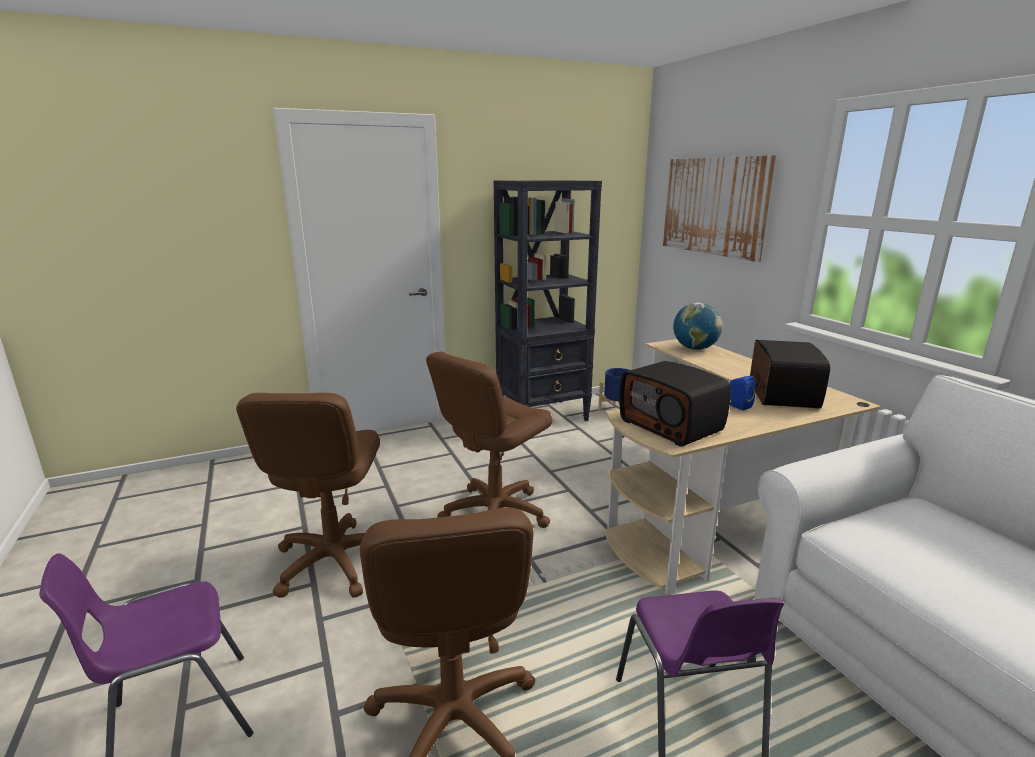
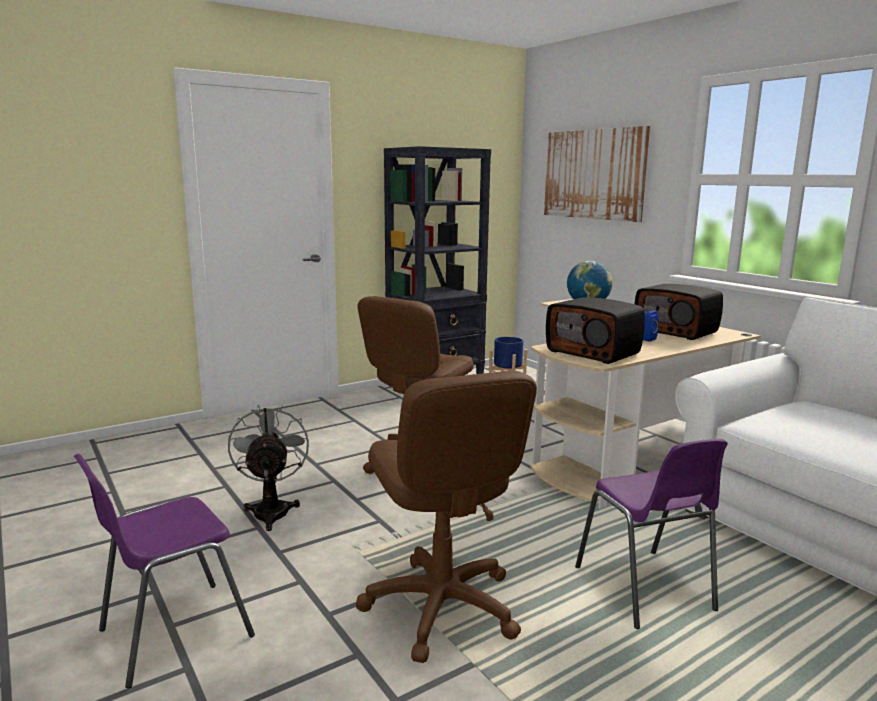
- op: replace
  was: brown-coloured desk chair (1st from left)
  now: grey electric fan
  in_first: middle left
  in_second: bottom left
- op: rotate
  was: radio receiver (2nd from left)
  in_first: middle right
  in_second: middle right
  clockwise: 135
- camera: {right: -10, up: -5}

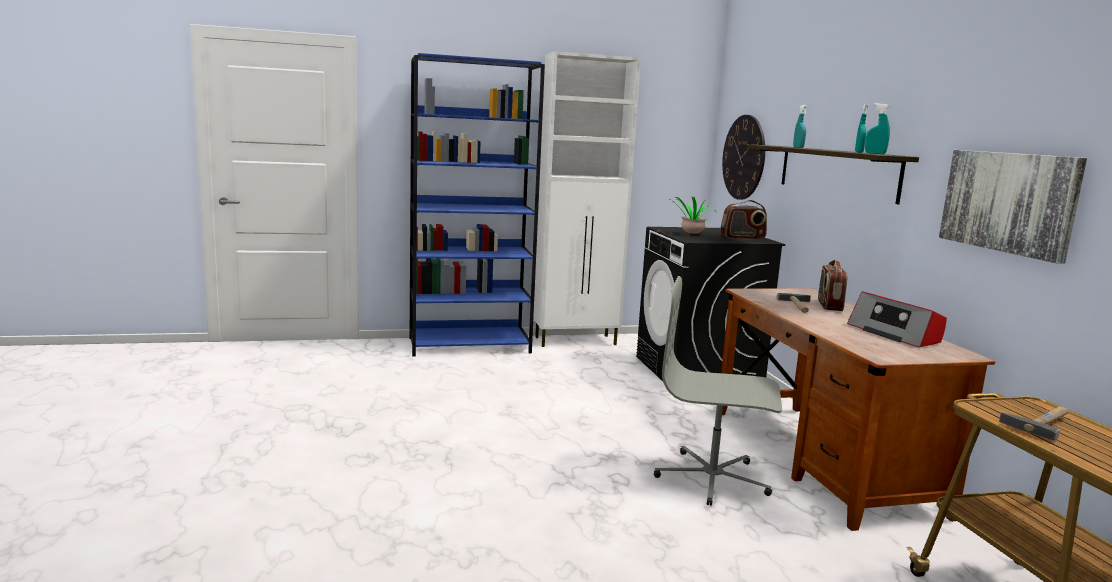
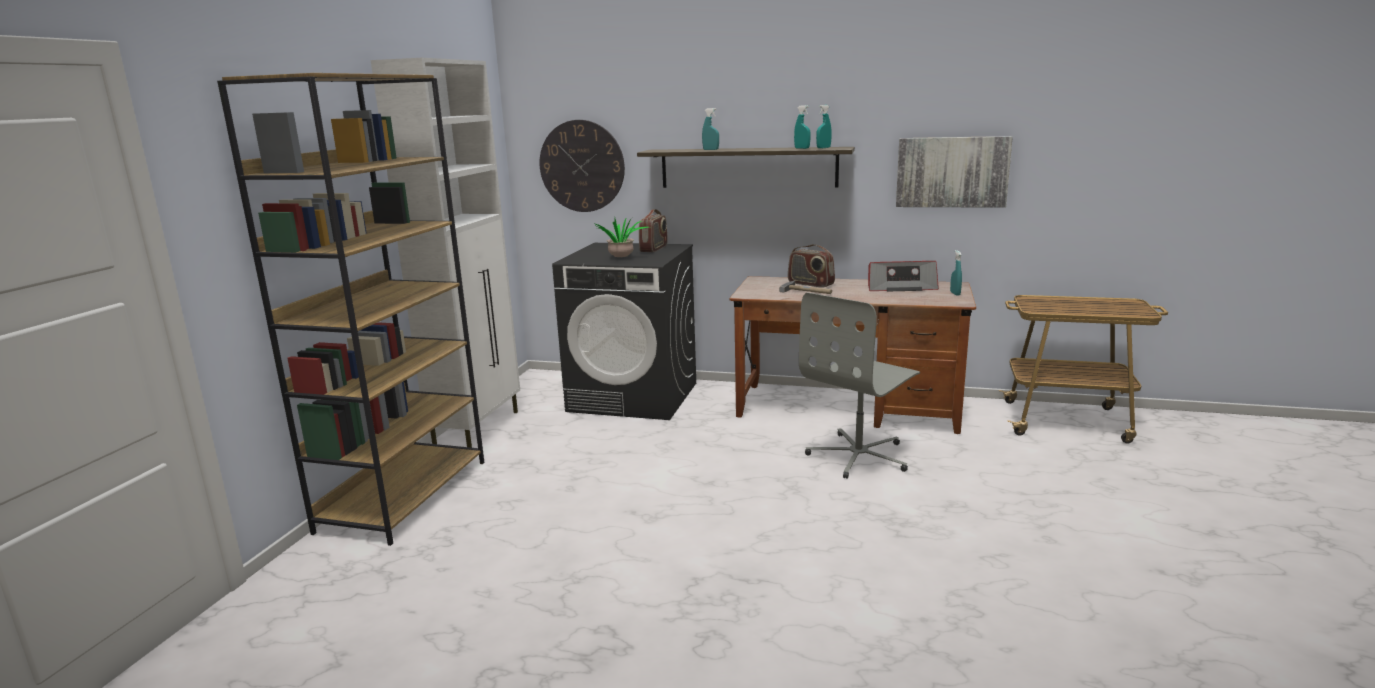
- op: recolor
  was: blue-coloured bookshelf
  now: brown-coloured bookshelf
  in_first: centre
  in_second: middle left
- op: insert
  now: turquoise spray bottle (4th from left)
  in_second: middle right
- op: delete
  was: tool hammer (2nd from left)
  in_first: bottom right
- camera: {right: -60, up: 5}

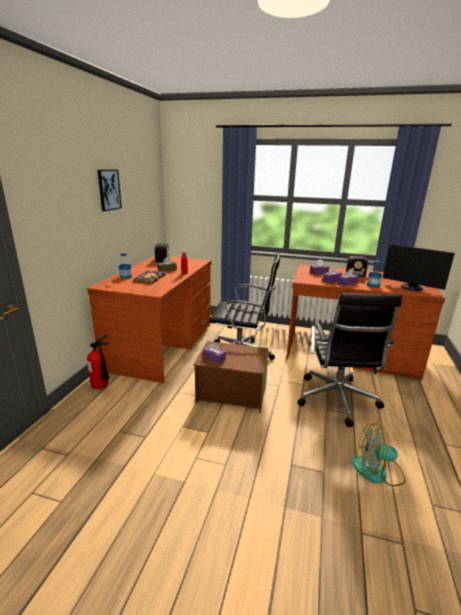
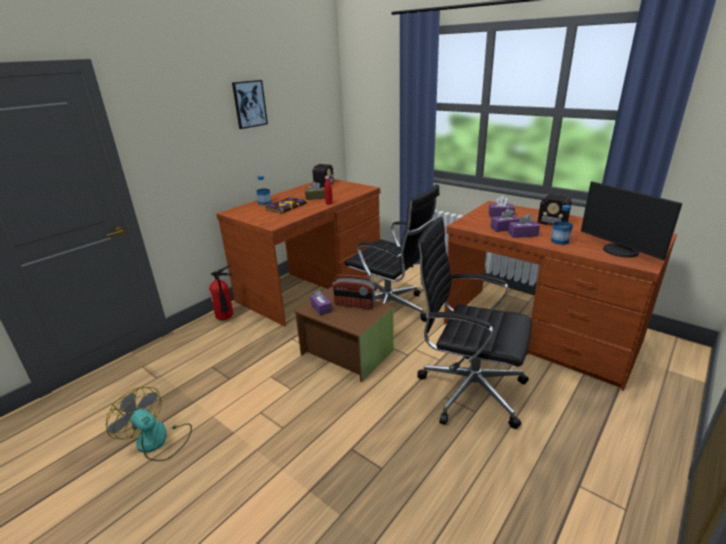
- op: move
  was: electric fan
  in_first: bottom right
  in_second: bottom left
- op: insert
  now: radio receiver (2nd from left)
  in_second: centre
- op: rotate
  was: black-coloured desk chair (2nd from left)
  in_first: middle right
  in_second: centre
  clockwise: 90
- camera: {right: 25, up: 5}

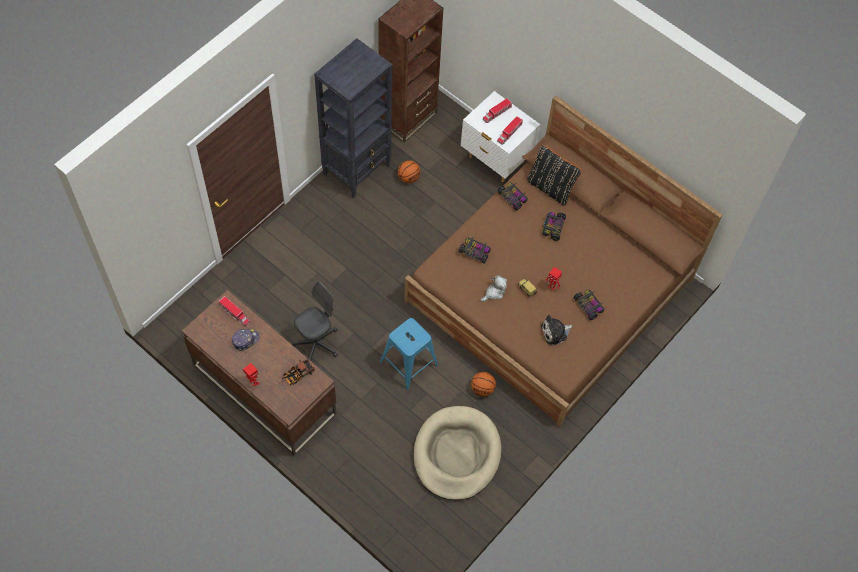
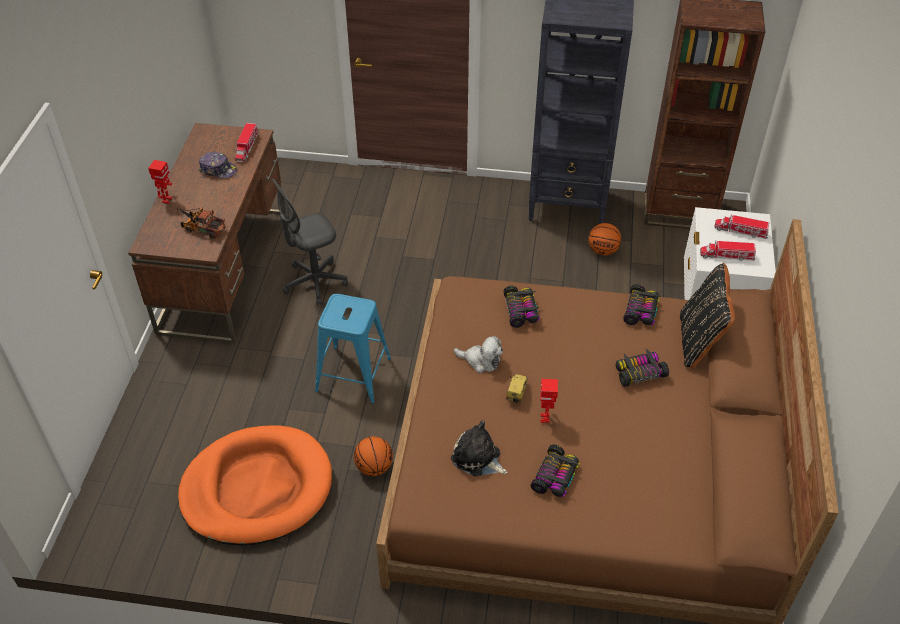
- op: recolor
  was: sand-coloured dog cushion
  now: orange dog cushion
  in_first: bottom centre
  in_second: bottom left
- op: rotate
  was: grey desk chair
  in_first: centre
  in_second: centre
  clockwise: 135
- camera: {right: 60, up: -15}

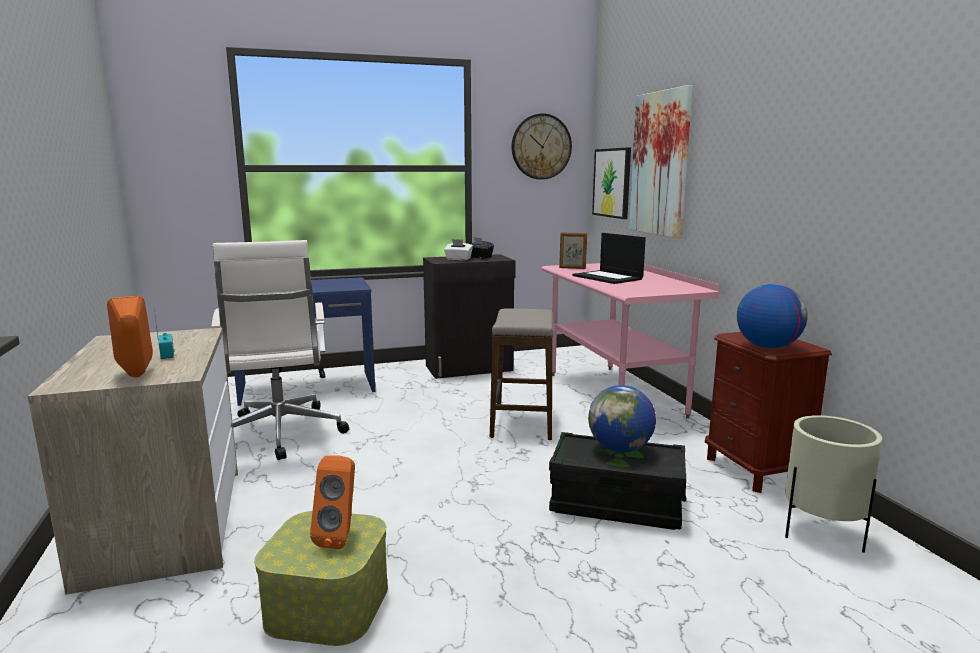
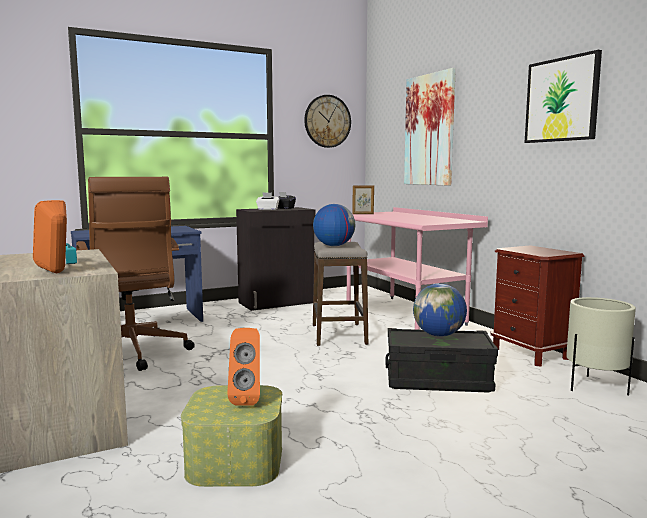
- op: recolor
  was: whitish desk chair
  now: brown-coloured desk chair
  in_first: middle left
  in_second: middle left
- op: move
  was: desk globe (2nd from left in the first image)
  now: desk globe (1st from left)
  in_first: middle right
  in_second: centre
- op: move
  was: picture (1st from left in the first image)
  now: picture (2nd from left)
  in_first: top centre
  in_second: top right
- op: delete
  was: laptop
  in_first: centre
- camera: {right: -10, up: -5}

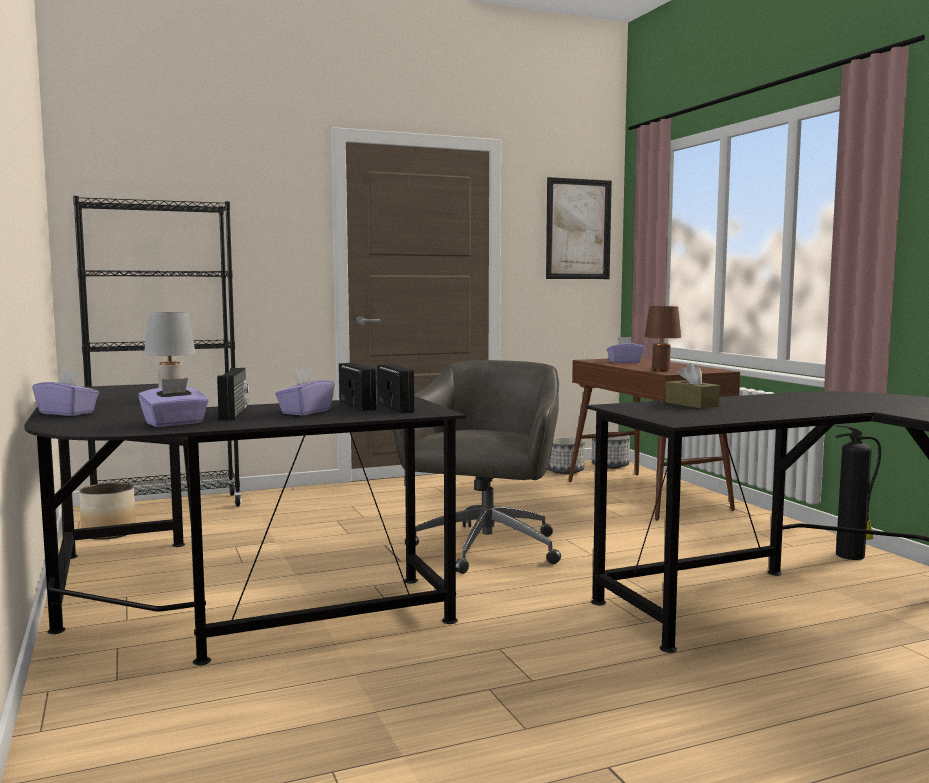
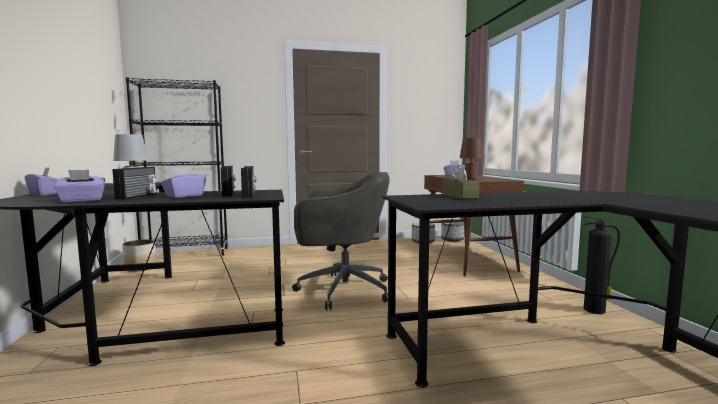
- op: rotate
  was: grey desk chair
  in_first: centre
  in_second: centre
  clockwise: 60
- op: delete
  was: picture
  in_first: top centre
- camera: {right: 10, up: 0}

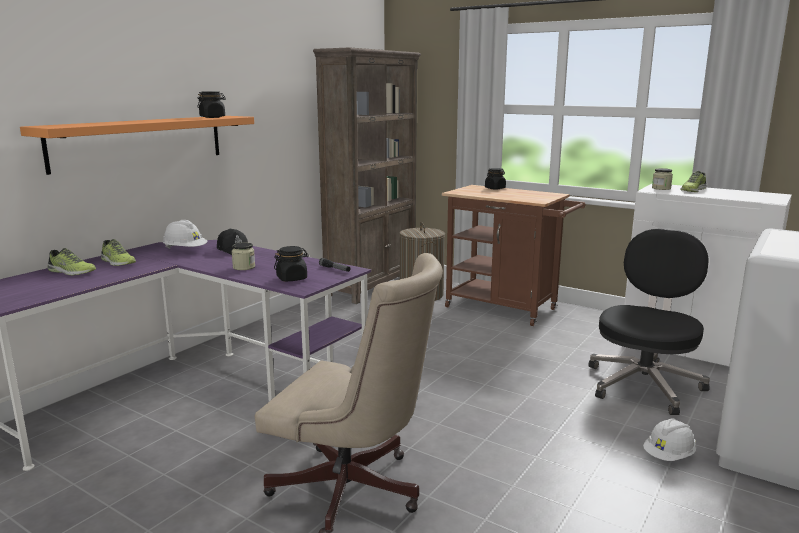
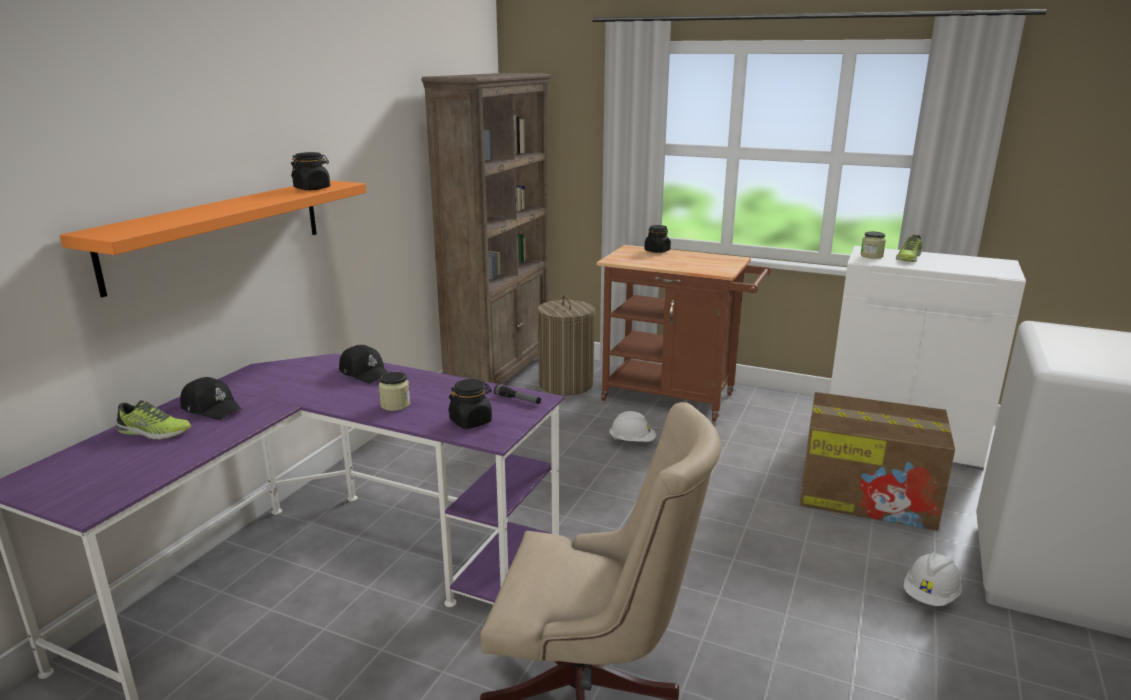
- op: replace
  was: shoe (2nd from left)
  now: black-coloured cap (1st from left)
  in_first: middle left
  in_second: middle left
- op: move
  was: whitish hard hat (1st from left)
  in_first: middle left
  in_second: centre
- op: replace
  was: black-coloured desk chair
  now: cardboard box
  in_first: middle right
  in_second: middle right
- camera: {right: -10, up: 5}

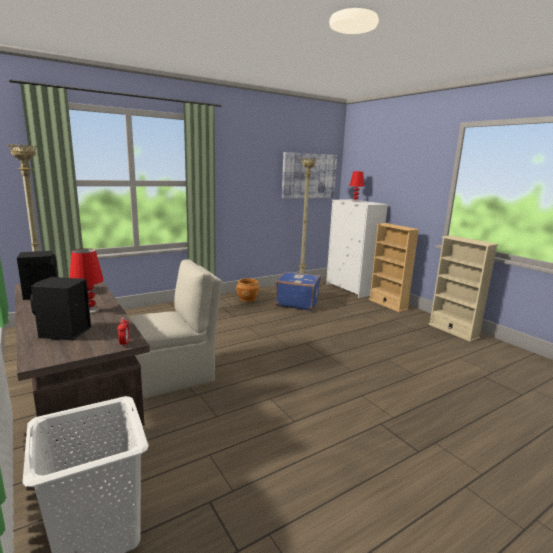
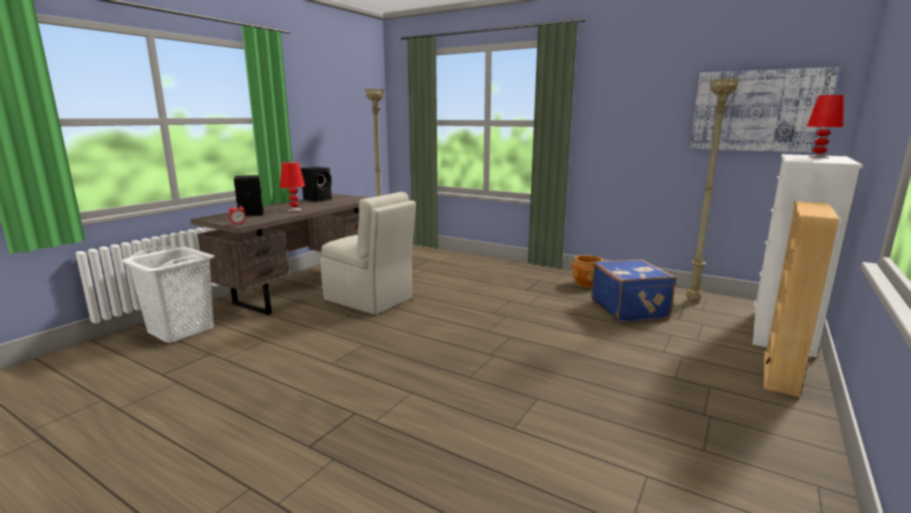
- op: delete
  was: sand-coloured bookshelf (2nd from left)
  in_first: middle right
- camera: {right: 65, up: 0}

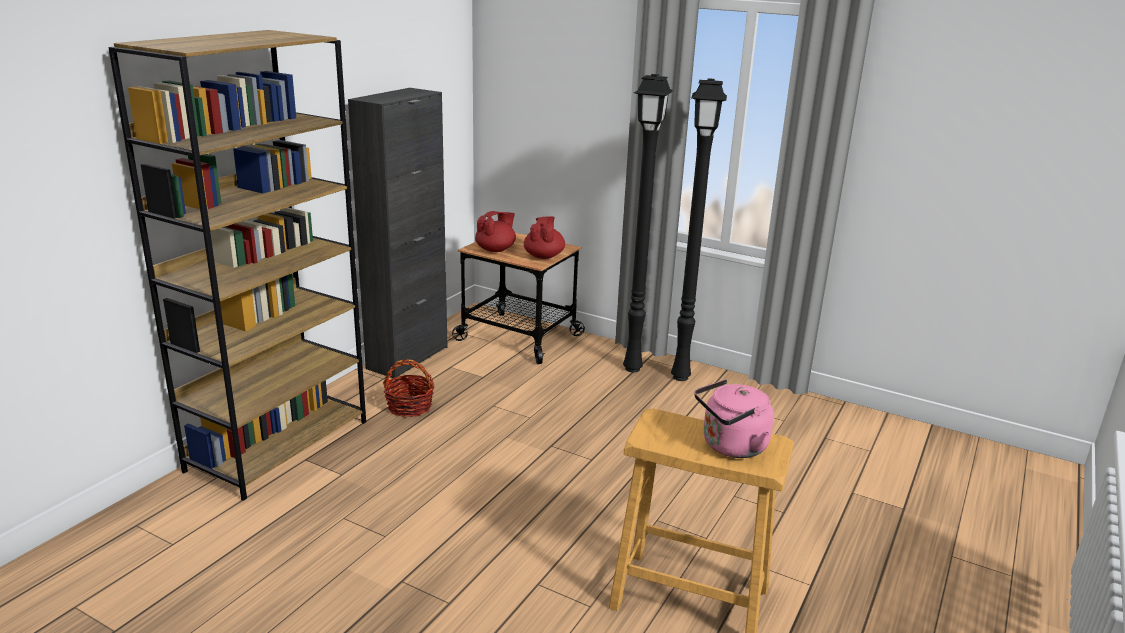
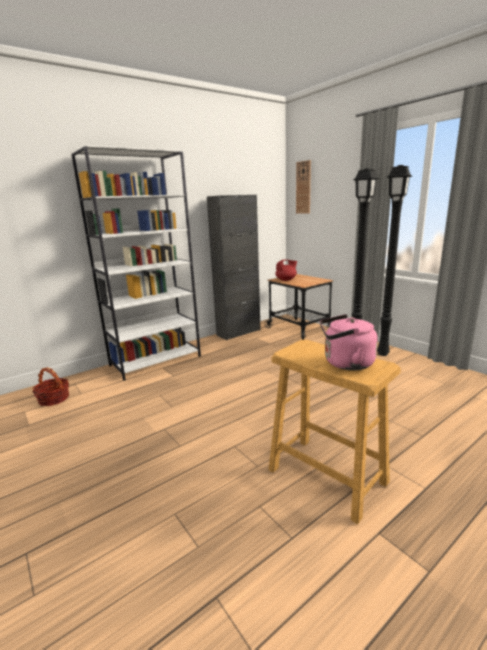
- op: move
  was: storage basket
  in_first: centre
  in_second: middle left
- op: recolor
  was: brown-coloured bookshelf
  now: whitish bookshelf
  in_first: middle left
  in_second: middle left
- op: insert
  now: hanging clock
  in_second: top centre
- op: delete
  was: reddish pot for tea (2nd from left)
  in_first: centre
- camera: {right: 25, up: -5}

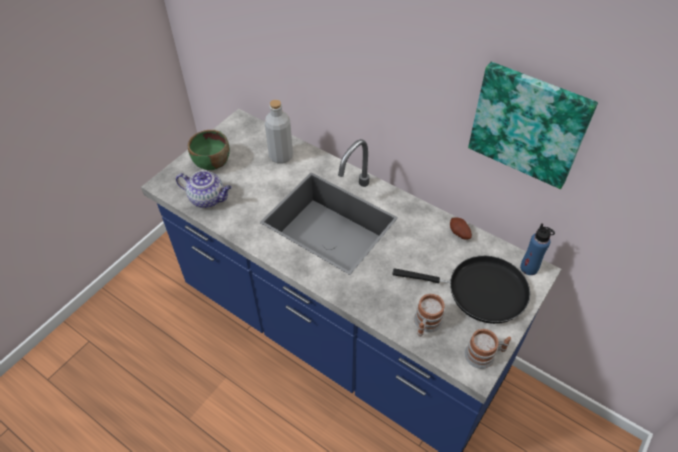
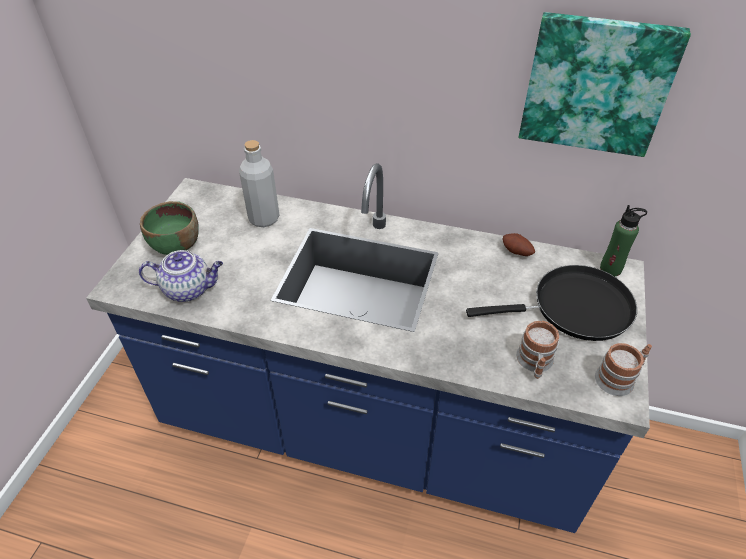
- op: recolor
  was: blue-coloured bottle
  now: green-coloured bottle
  in_first: middle right
  in_second: middle right
- camera: {right: -20, up: -5}

